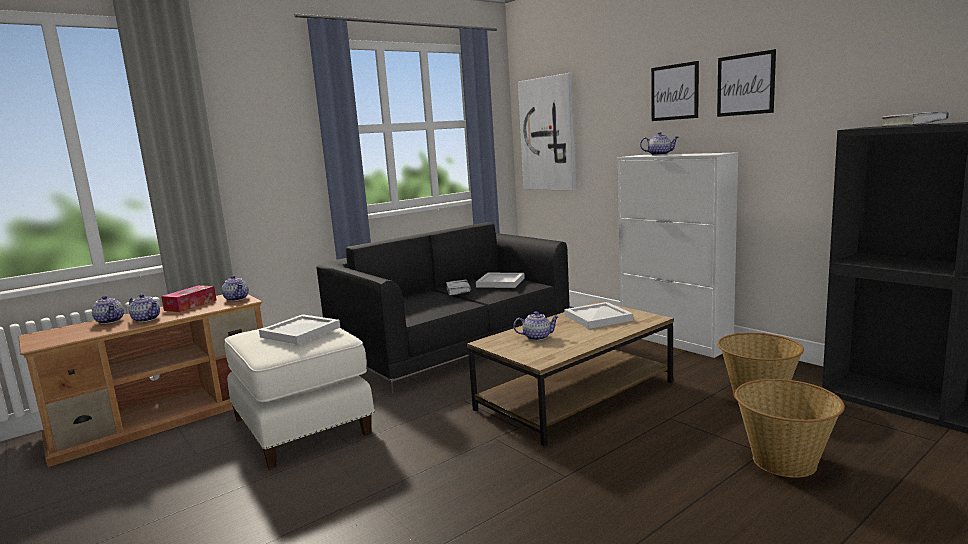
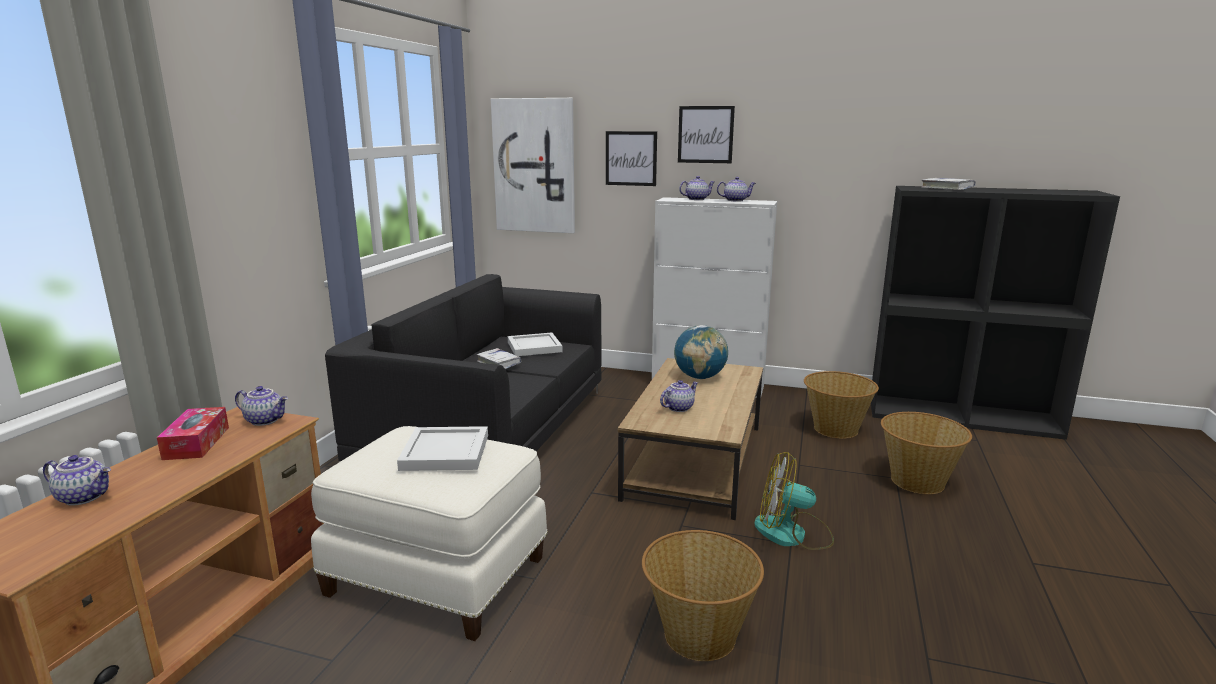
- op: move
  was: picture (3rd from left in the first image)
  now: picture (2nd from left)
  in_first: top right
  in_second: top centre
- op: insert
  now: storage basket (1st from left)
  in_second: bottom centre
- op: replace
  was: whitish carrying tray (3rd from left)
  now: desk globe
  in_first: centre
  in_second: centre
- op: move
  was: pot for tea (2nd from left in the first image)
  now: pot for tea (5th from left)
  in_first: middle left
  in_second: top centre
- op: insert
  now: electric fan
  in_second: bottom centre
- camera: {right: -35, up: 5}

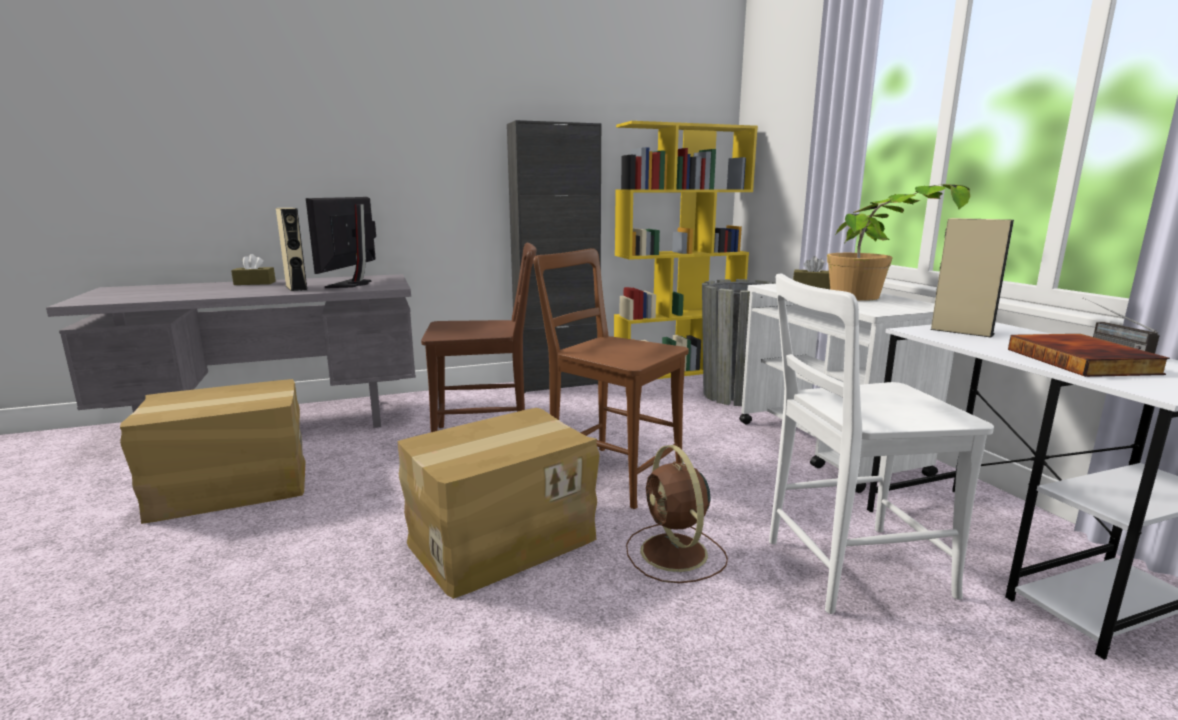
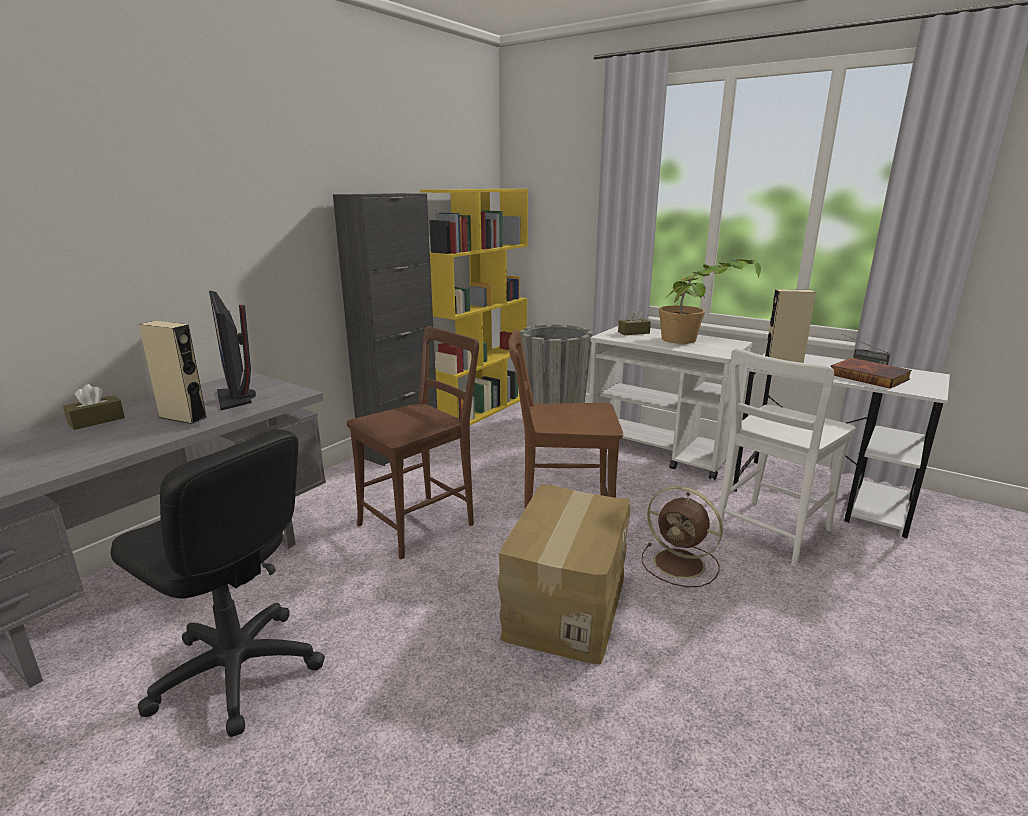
- op: replace
  was: cardboard box (1st from left)
  now: black-coloured desk chair
  in_first: middle left
  in_second: bottom left
- camera: {right: -35, up: 5}

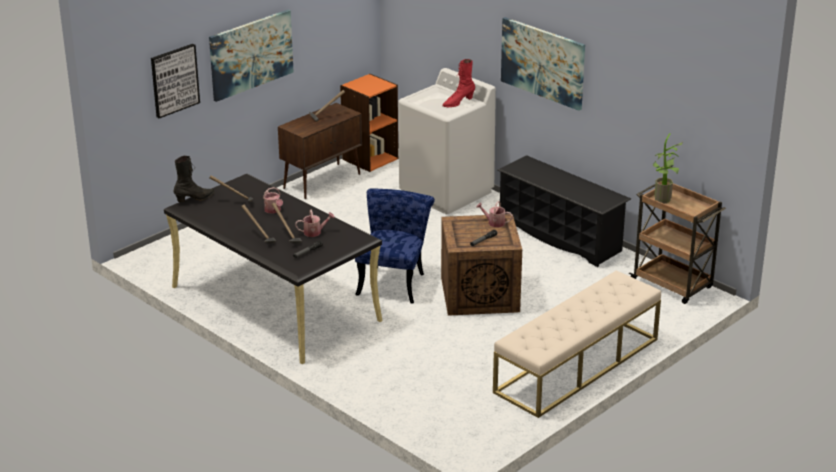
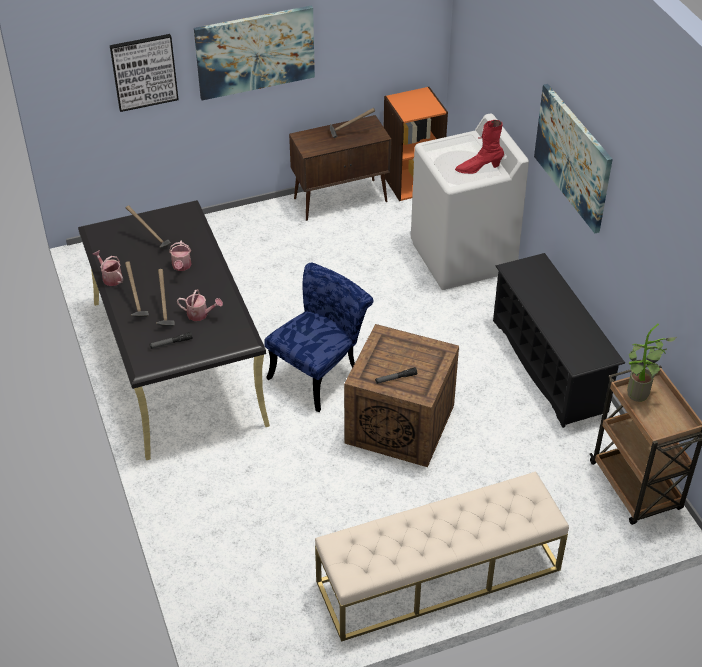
- op: move
  was: sprinkling can (3rd from left in the first image)
  now: sprinkling can (1st from left)
  in_first: centre
  in_second: middle left
- op: delete
  was: black-coloured boot
  in_first: middle left
- camera: {right: 25, up: 15}

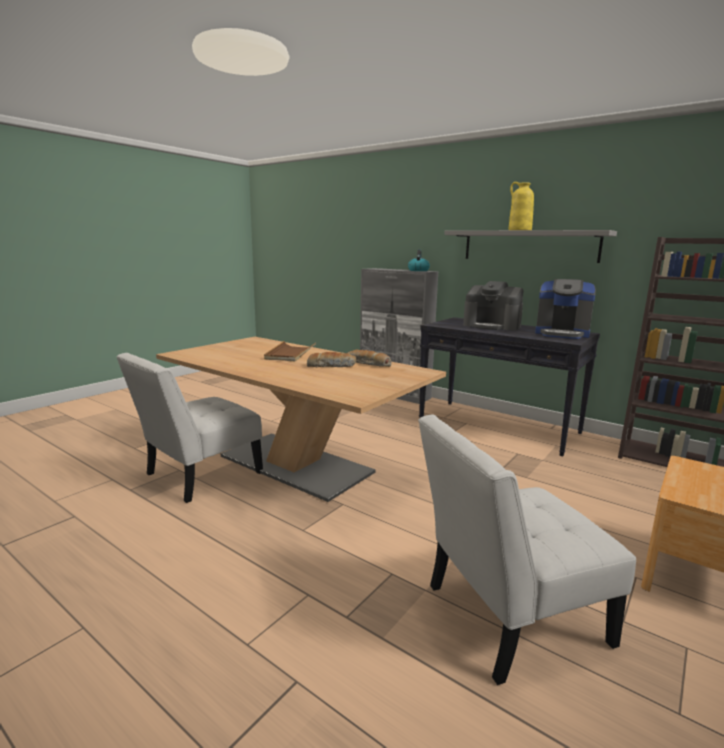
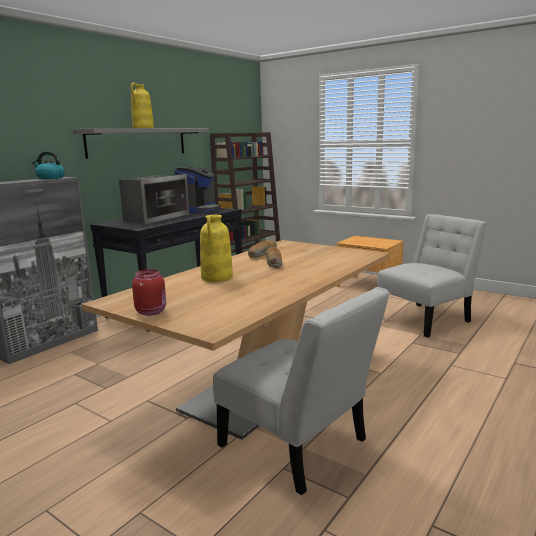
- op: replace
  was: coffee machine (1st from left)
  now: microwave oven
  in_first: middle right
  in_second: middle left
- op: insert
  now: reddish preserve jar
  in_second: middle left
- op: replace
  was: brown-coloured carrying tray
  now: yellow-coloured vase (2nd from left)
  in_first: centre
  in_second: centre
- op: rotate
  was: whitish plain chair (2nd from left)
  in_first: bottom right
  in_second: middle right
  clockwise: -105
- camera: {right: -90, up: 0}

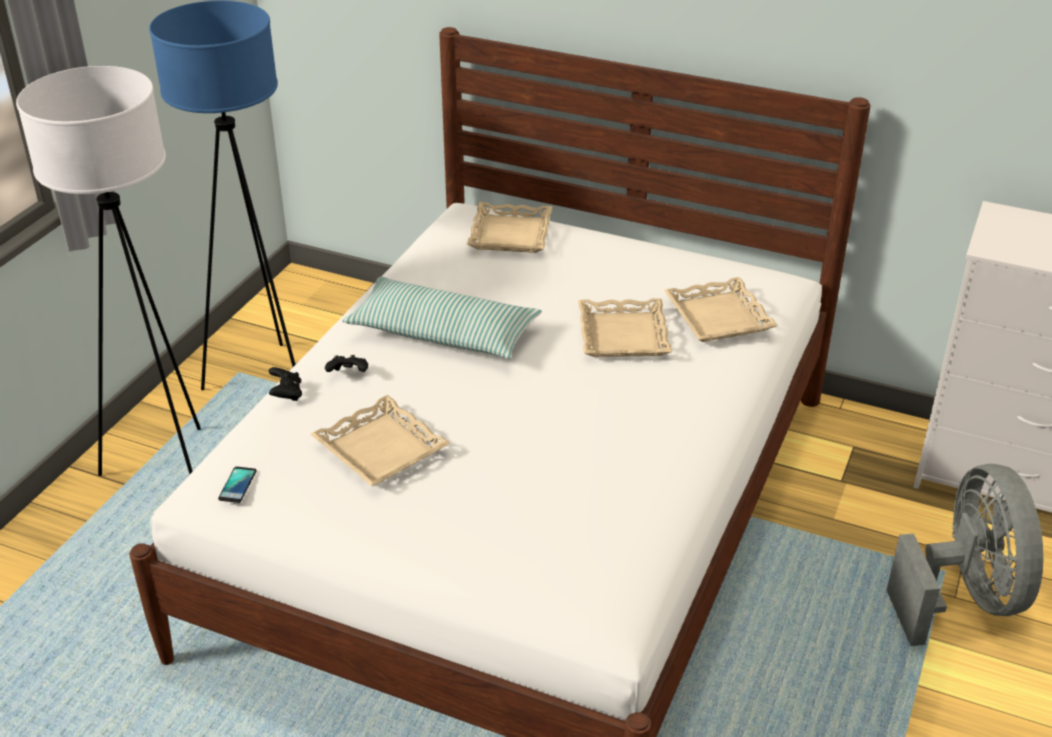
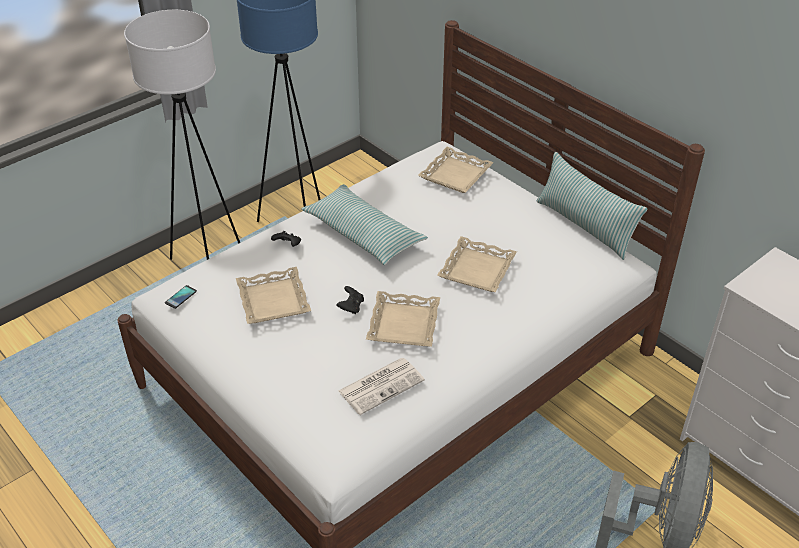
- op: move
  was: black-coloured gamepad (1st from left in the first image)
  now: black-coloured gamepad (2nd from left)
  in_first: middle left
  in_second: centre
- op: insert
  now: newspaper
  in_second: bottom centre
- op: move
  was: sand-coloured carrying tray (4th from left in the first image)
  now: sand-coloured carrying tray (2nd from left)
  in_first: middle right
  in_second: centre
- op: insert
  now: pillow (2nd from left)
  in_second: middle right
- camera: {right: 25, up: 5}

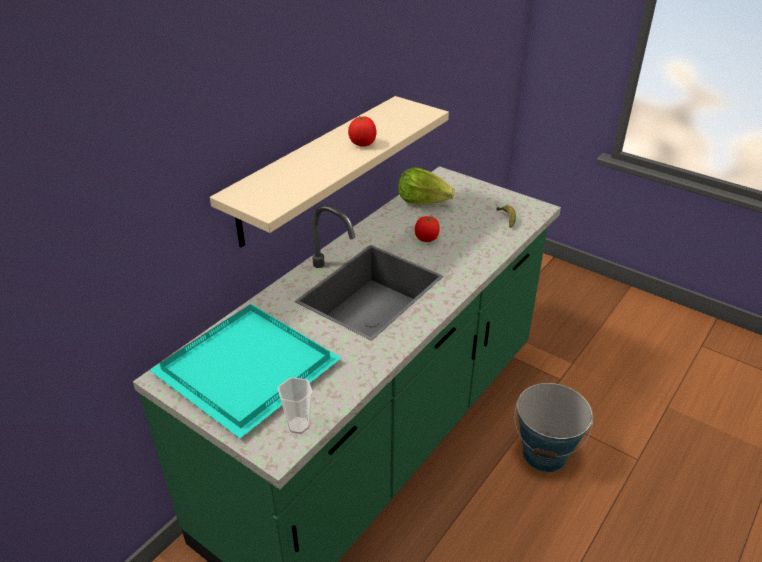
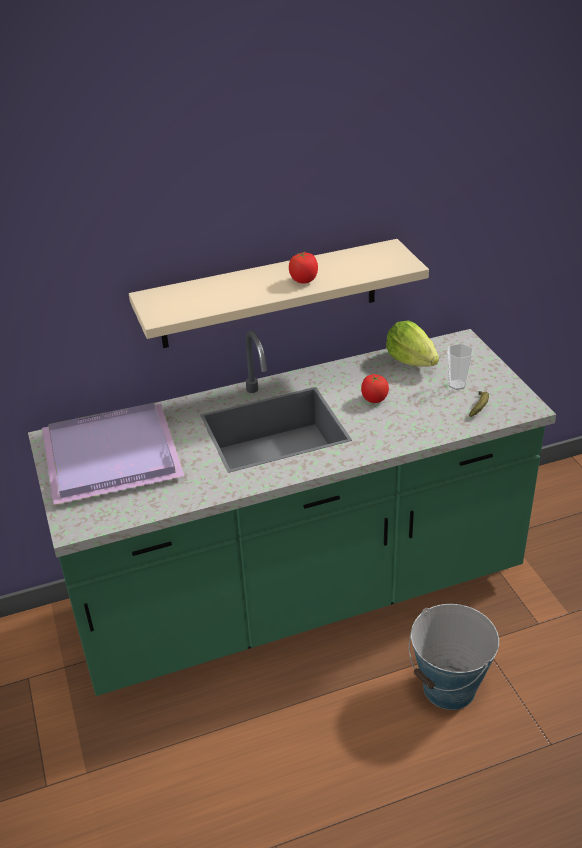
- op: recolor
  was: turquoise carrying tray
  now: purple carrying tray
  in_first: middle left
  in_second: middle left
- op: move
  was: small cup
  in_first: bottom centre
  in_second: middle right
- camera: {right: 35, up: 0}

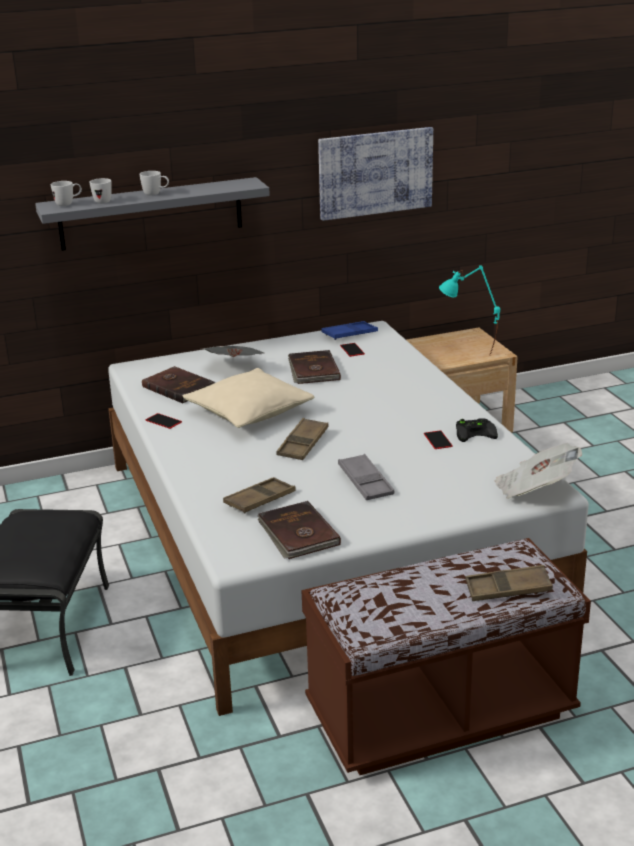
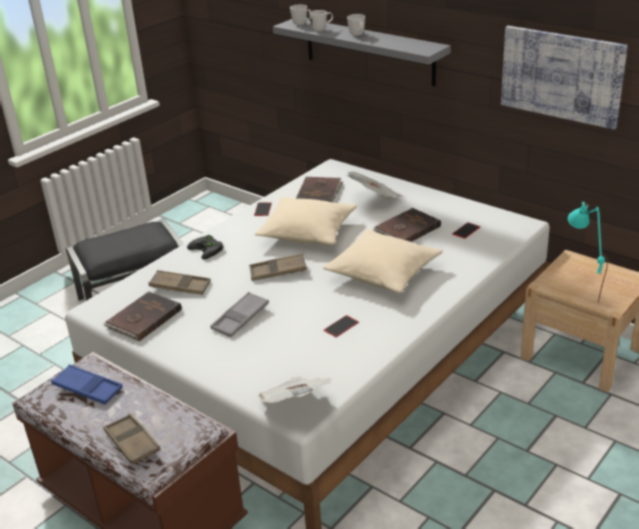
- op: move
  was: blue-coloured carrying tray
  in_first: centre
  in_second: bottom left
- op: move
  was: black-coloured gamepad
  in_first: middle right
  in_second: middle left
- op: insert
  now: sand-coloured pillow (2nd from left)
  in_second: centre
- camera: {right: 60, up: 5}

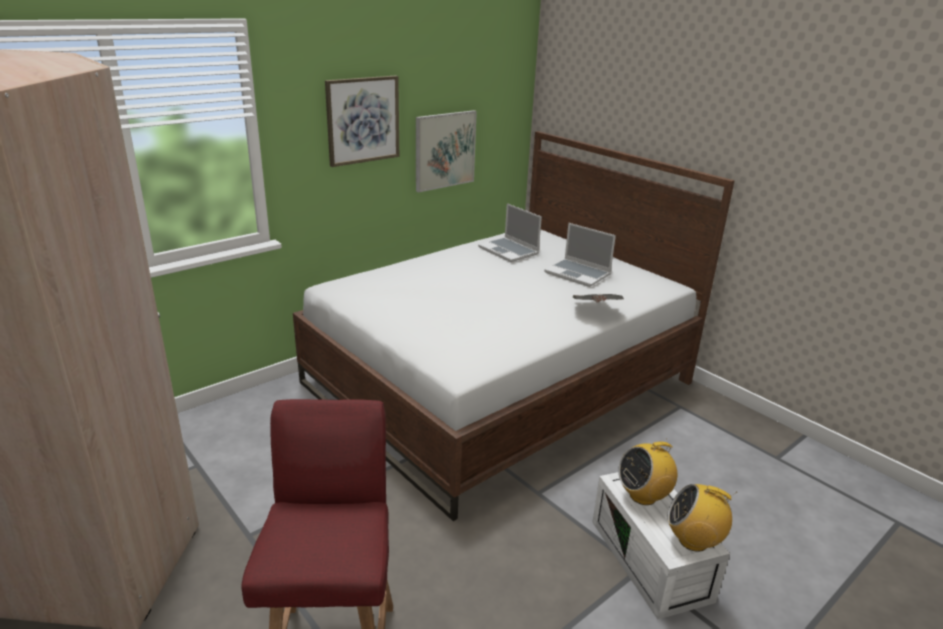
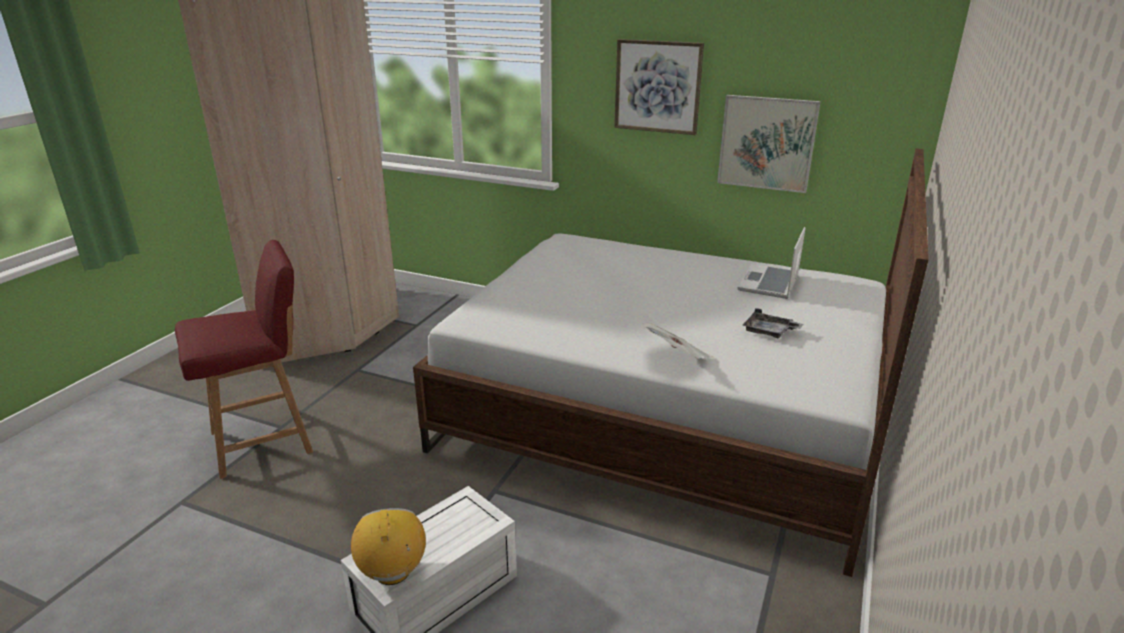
- op: replace
  was: laptop (2nd from left)
  now: grey carrying tray
  in_first: centre
  in_second: middle right
- op: delete
  was: radio receiver (1st from left)
  in_first: bottom right
- camera: {right: 65, up: 0}

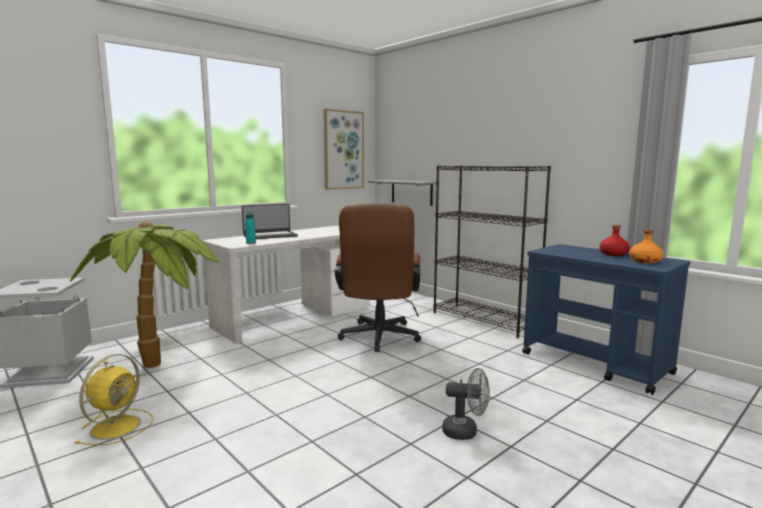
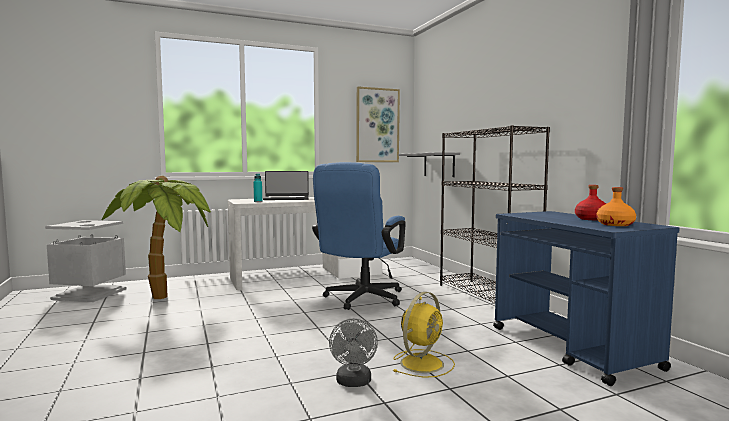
- op: recolor
  was: brown-coloured desk chair
  now: blue-coloured desk chair
  in_first: centre
  in_second: centre
- op: rotate
  was: grey electric fan
  in_first: bottom centre
  in_second: bottom centre
  clockwise: 60
- op: move
  was: yellow-coloured electric fan
  in_first: bottom left
  in_second: bottom centre
- camera: {right: 20, up: -5}

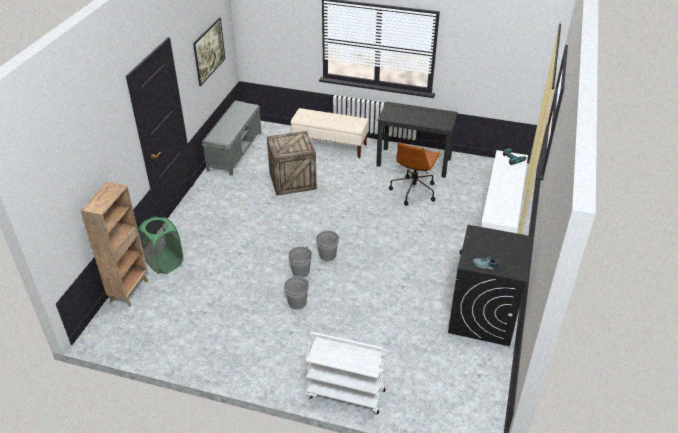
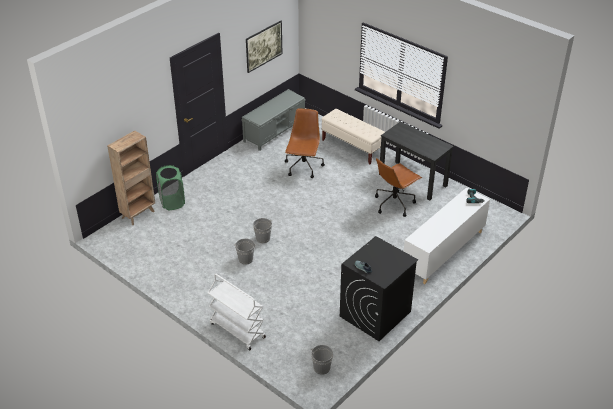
- op: replace
  was: packing crate
  now: brown-coloured desk chair (1st from left)
  in_first: centre
  in_second: centre
- op: move
  was: grey water bucket (3rd from left)
  in_first: centre
  in_second: bottom centre
- camera: {right: 25, up: 0}

